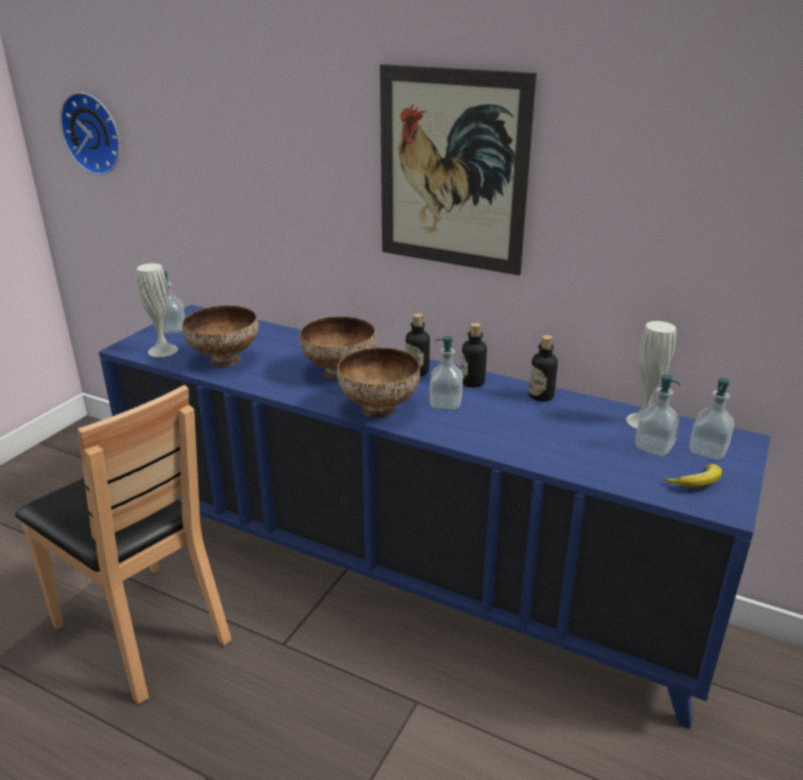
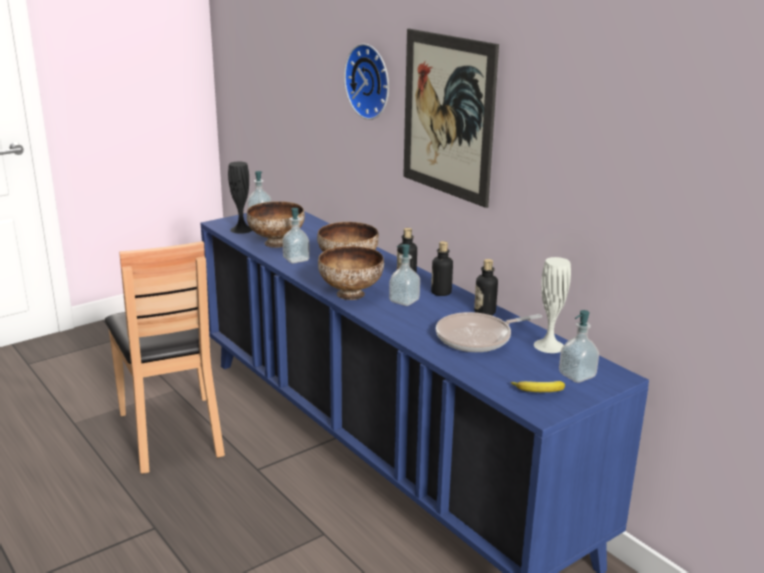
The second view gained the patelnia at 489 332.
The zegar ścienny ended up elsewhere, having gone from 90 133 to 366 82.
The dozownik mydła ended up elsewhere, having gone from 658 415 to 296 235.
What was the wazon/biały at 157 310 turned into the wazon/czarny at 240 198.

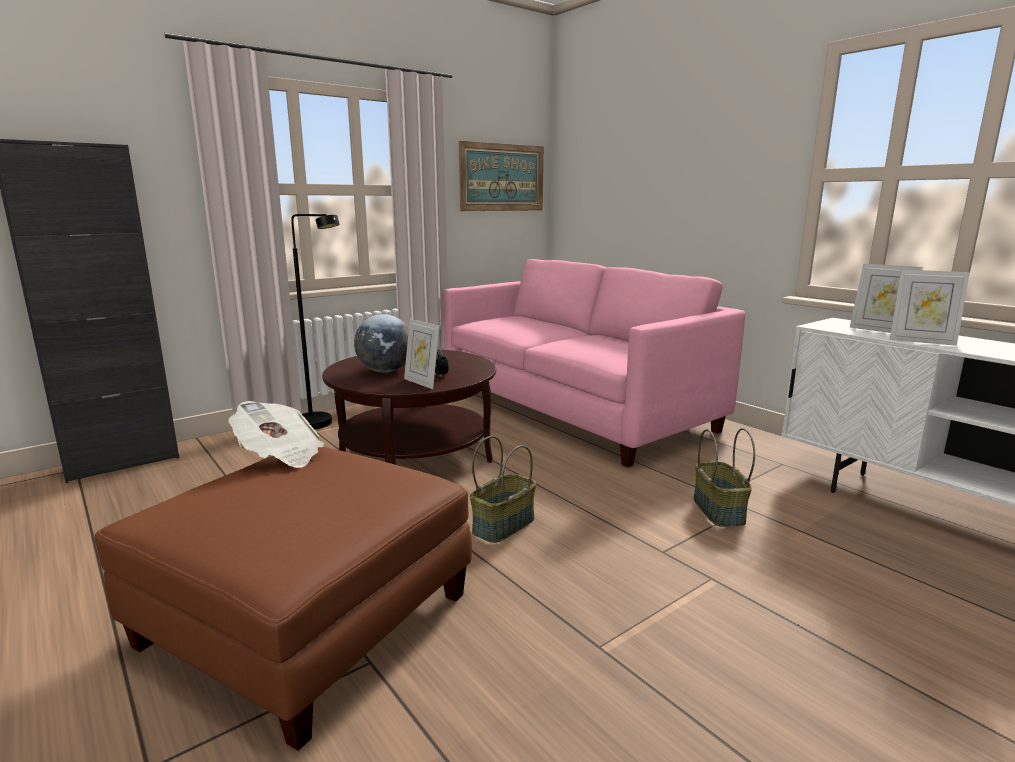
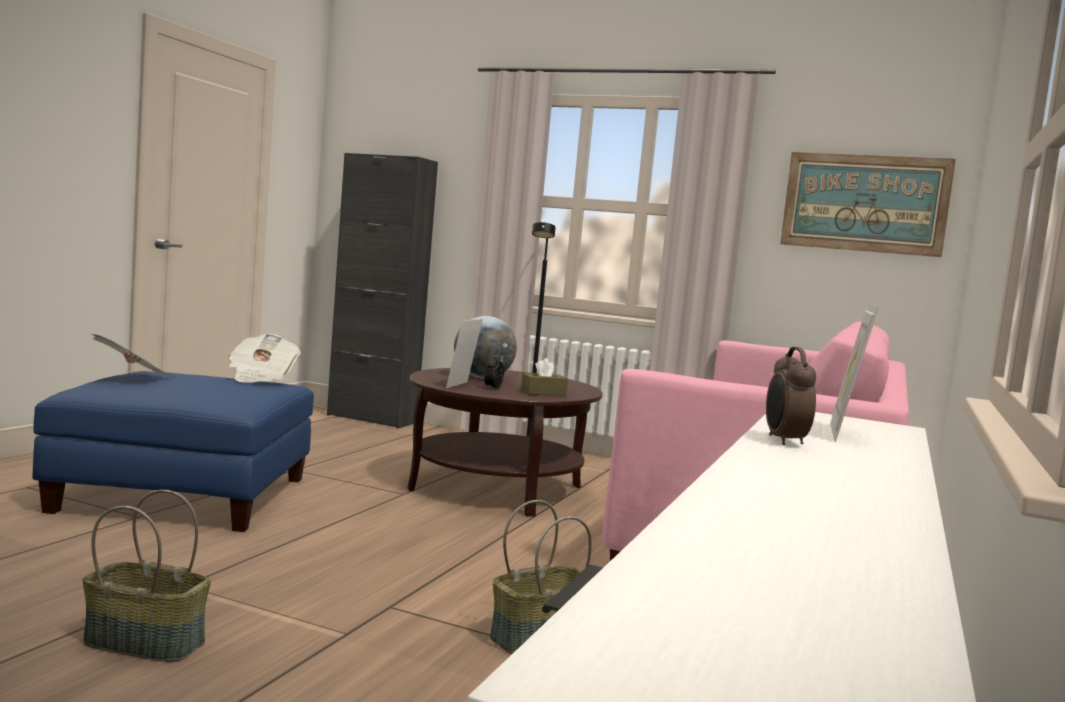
The second view gained the gazeta at 134 356.
The second view gained the pudełko chusteczek/brązowy at 544 377.
The koszyk ended up elsewhere, having gone from 503 489 to 146 576.
Where the ramka na zdjęcie stood at 930 307, the budzik came to stand at 791 396.
What was the pufa/brązowy at 283 598 turned into the pufa/niebieski at 173 451.

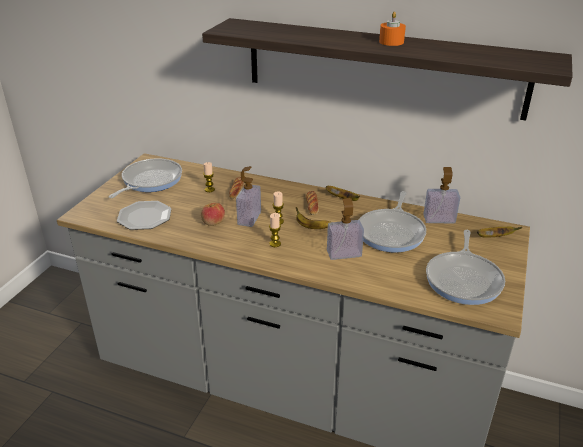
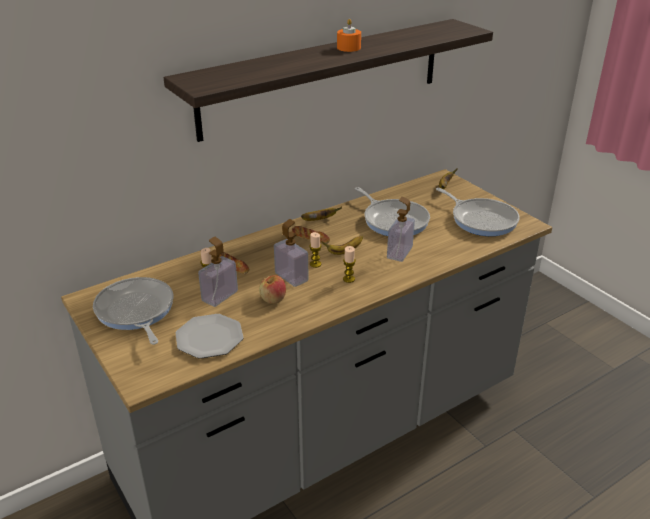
The dozownik mydła ended up elsewhere, having gone from 442 195 to 218 272.

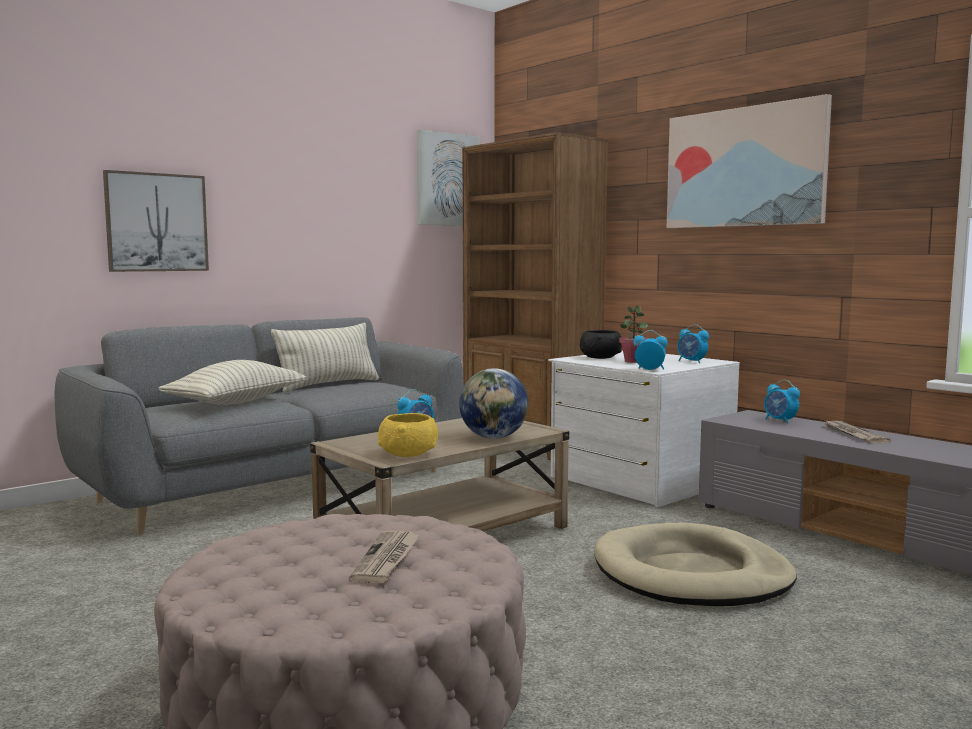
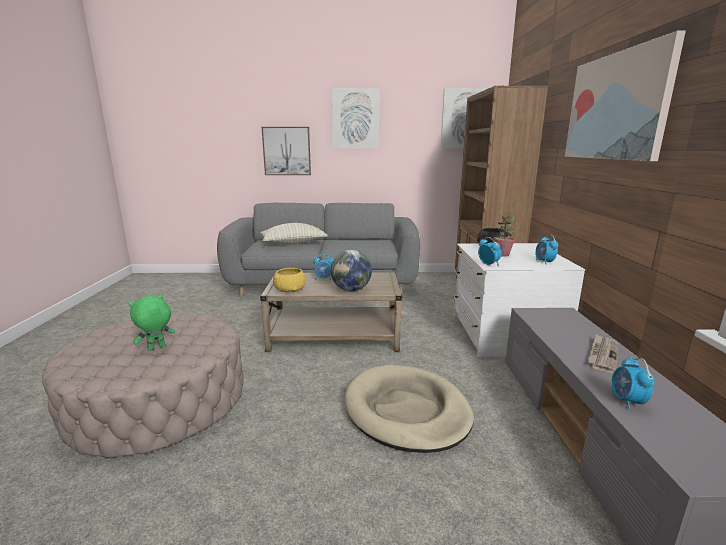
The second view lost the poduszka at 325 358.
The second view gained the obraz at 355 118.
The budzik ended up elsewhere, having gone from 782 402 to 633 383.
Where the gazeta stood at 384 556, the pluszak/zielony came to stand at 151 322.

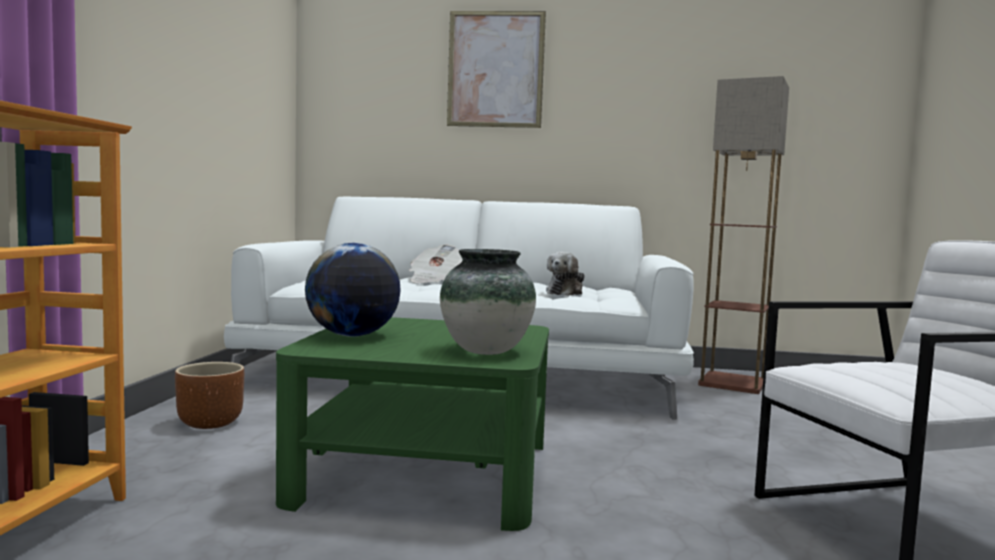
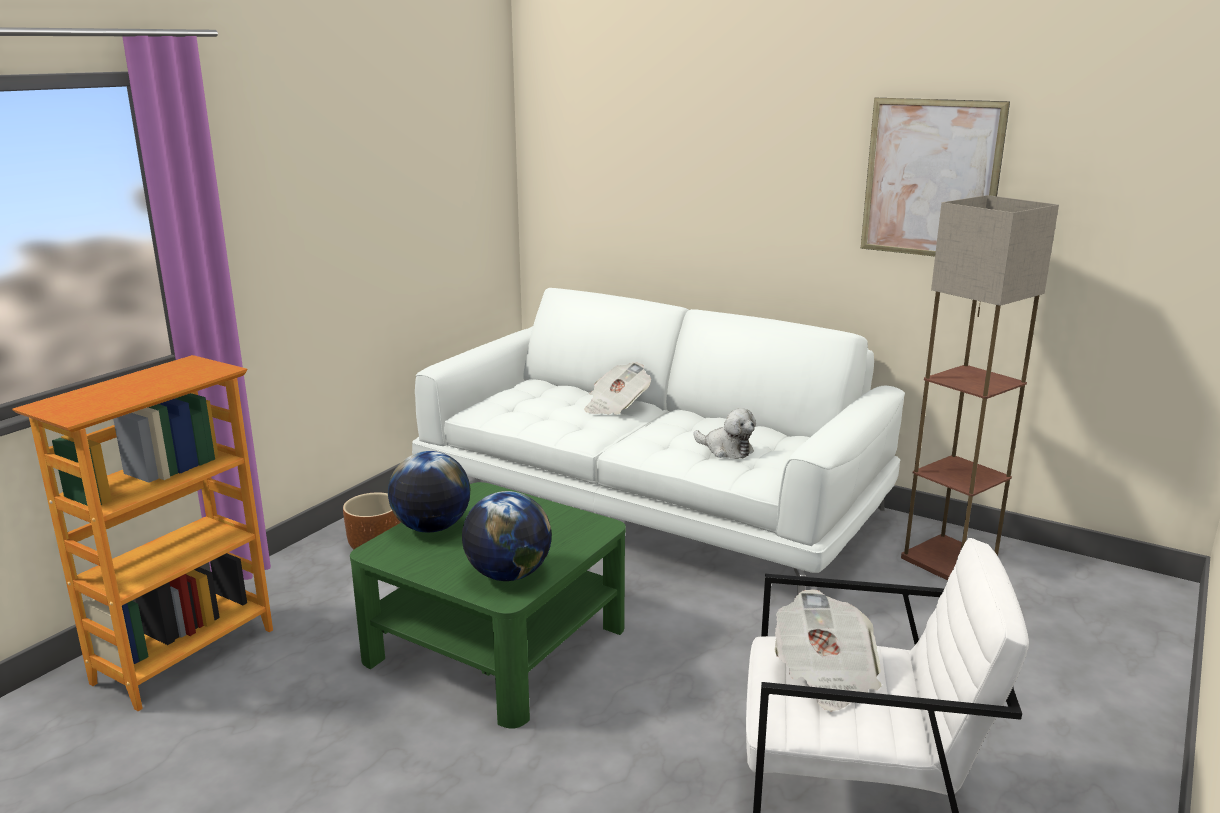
The second view gained the gazeta at 828 650.
The obraz ended up elsewhere, having gone from 496 69 to 935 177.
Where the wazon stood at 488 302, the globus came to stand at 507 536.
The pluszak at 565 274 ended up facing another way, 105 degrees counterclockwise from before.

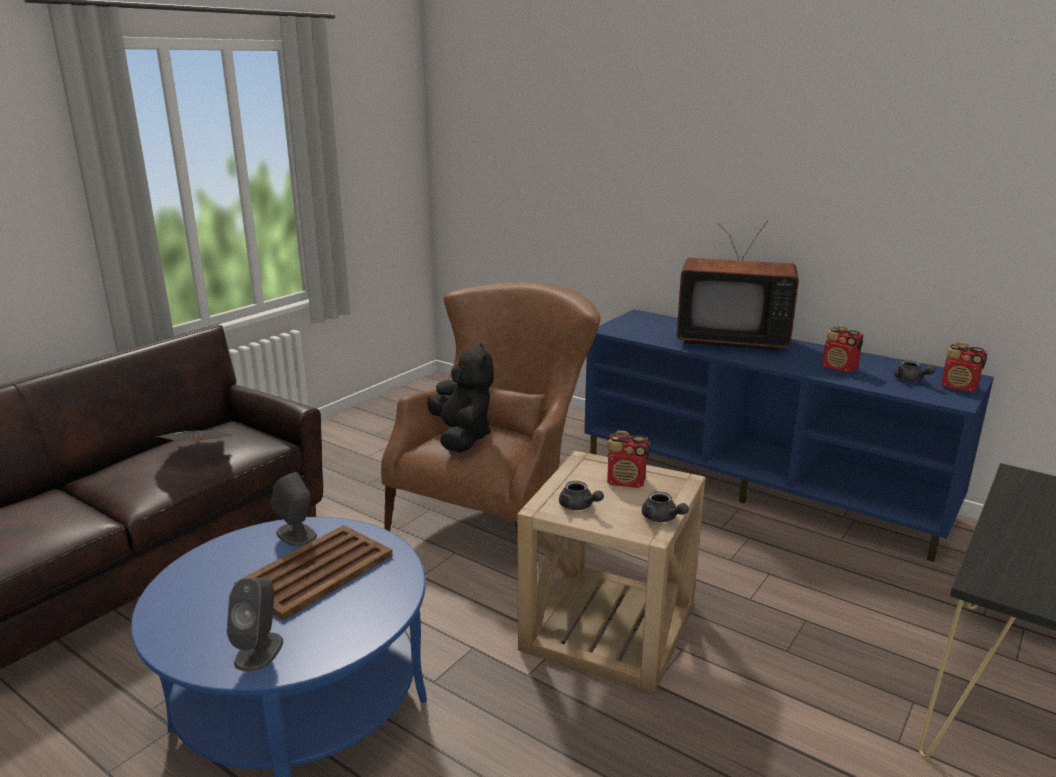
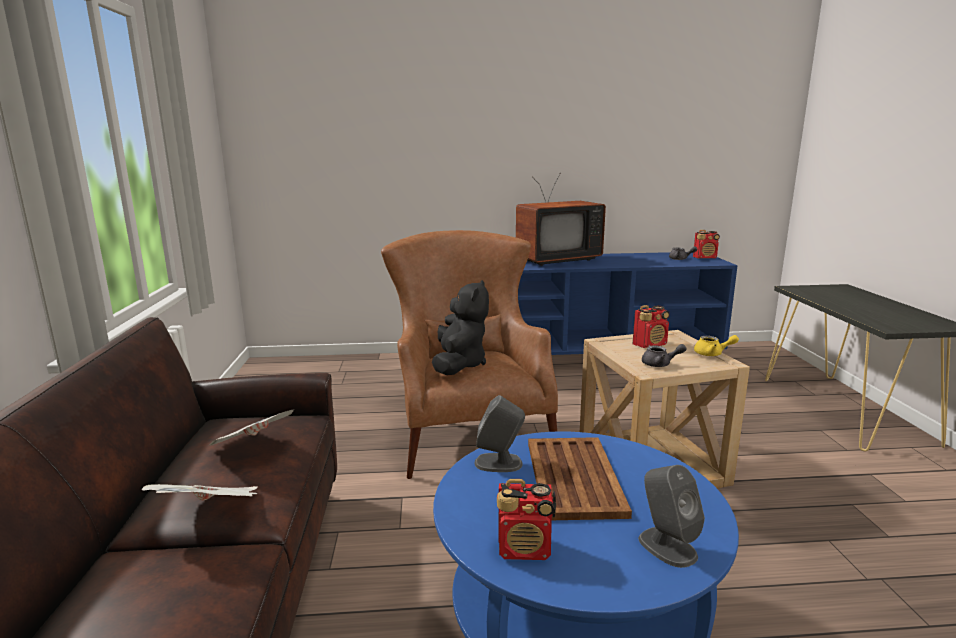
The second view gained the gazeta at 199 492.
The radio ended up elsewhere, having gone from 843 349 to 526 519.
What was the imbryk/szary at 665 506 turned into the imbryk/żółty at 716 345.
The pluszak/czarny at 460 398 ended up facing another way, 60 degrees clockwise from before.

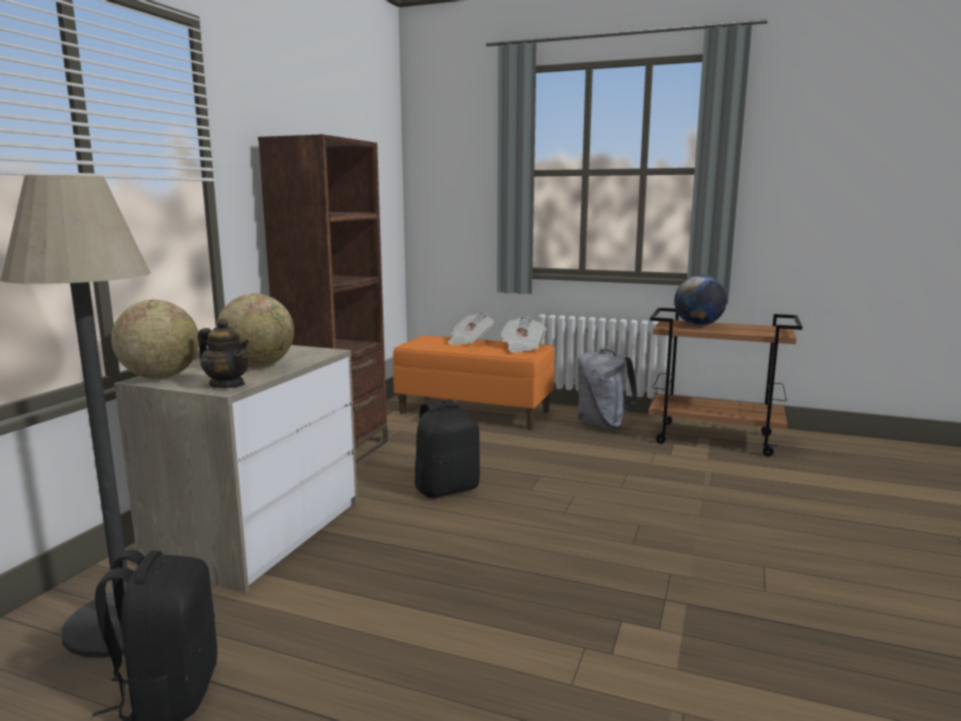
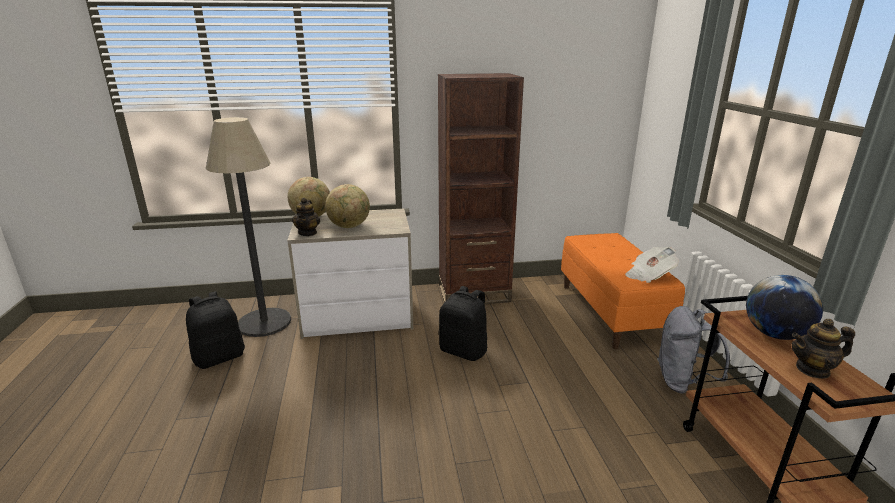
The second view lost the gazeta at 471 328.
The second view gained the imbryk at 823 349.

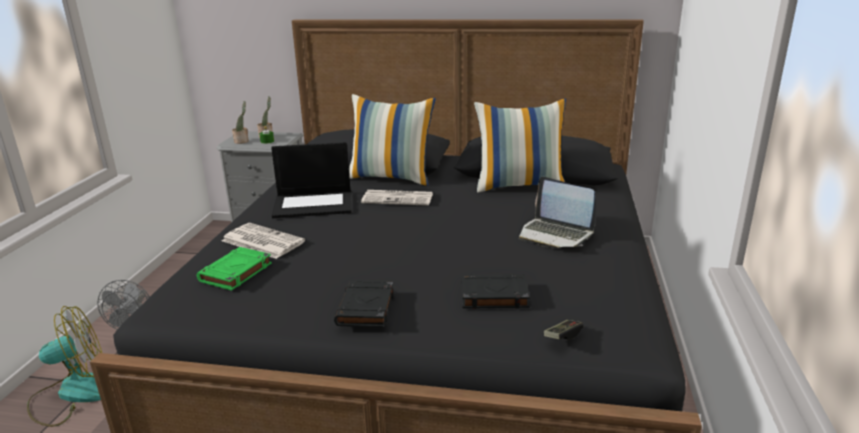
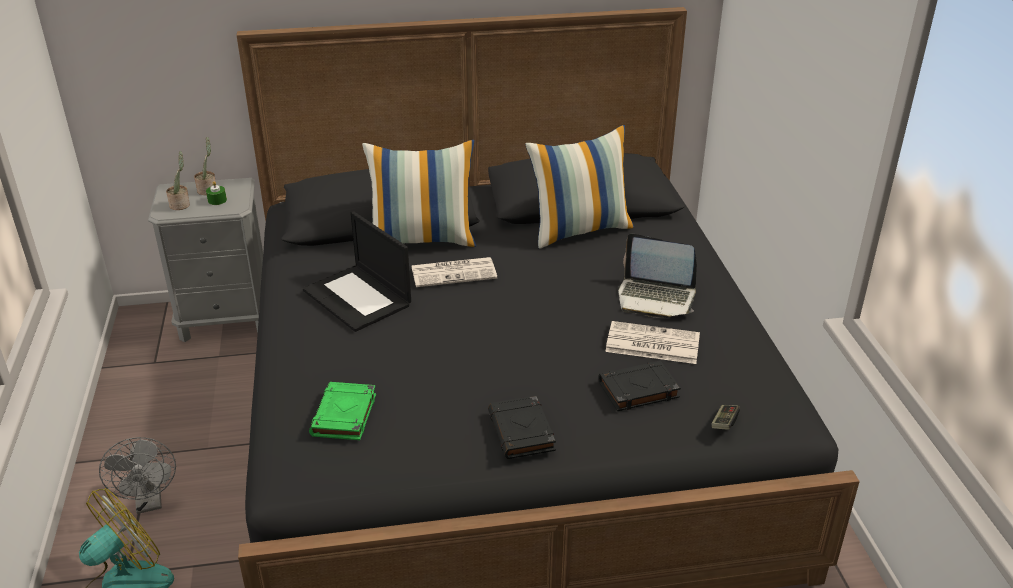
The gazeta ended up elsewhere, having gone from 263 241 to 652 342.
The laptop at 311 180 ended up facing another way, 75 degrees clockwise from before.

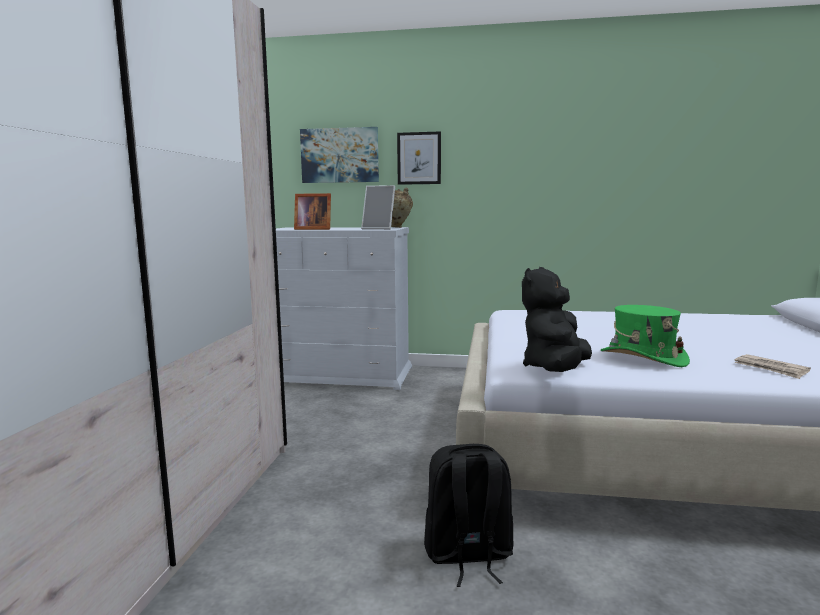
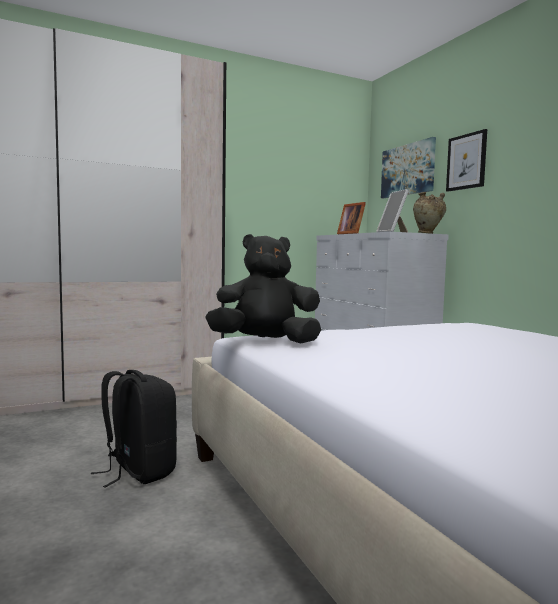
The second view lost the kapelusz/zielony at 645 336.
The second view lost the gazeta at 773 366.

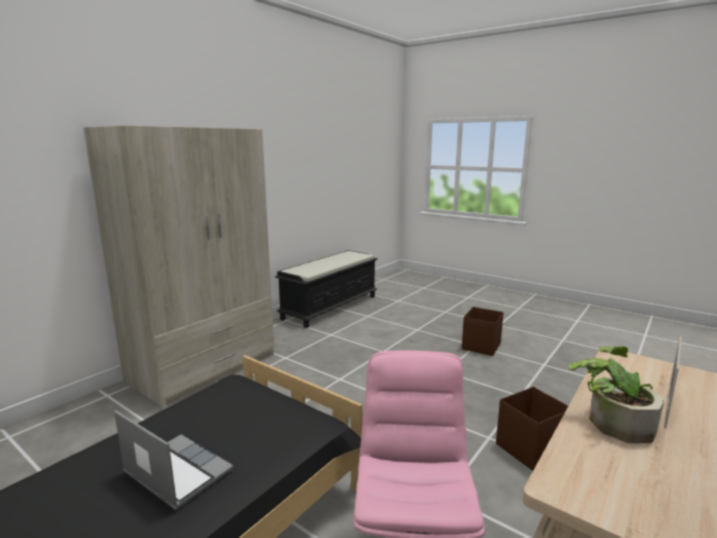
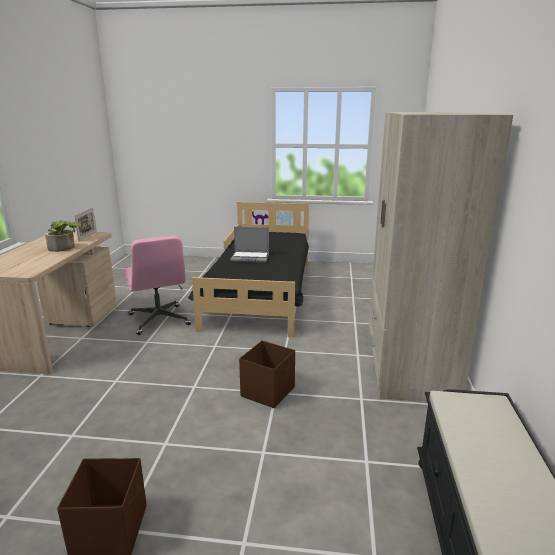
The pojemnik do przechowywania/brązowy ended up elsewhere, having gone from 532 429 to 267 374.
The ramka na zdjęcie ended up elsewhere, having gone from 673 382 to 85 225.

